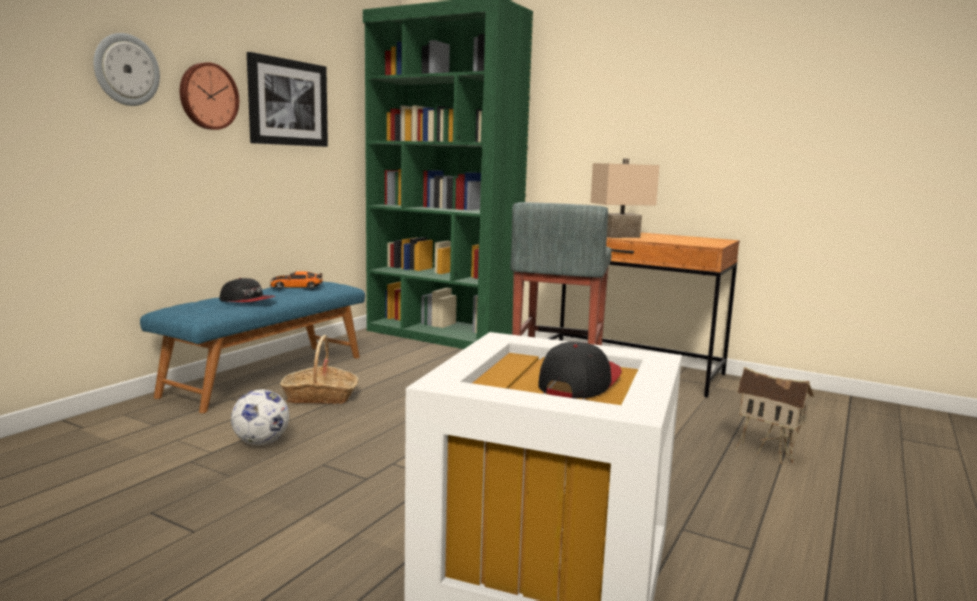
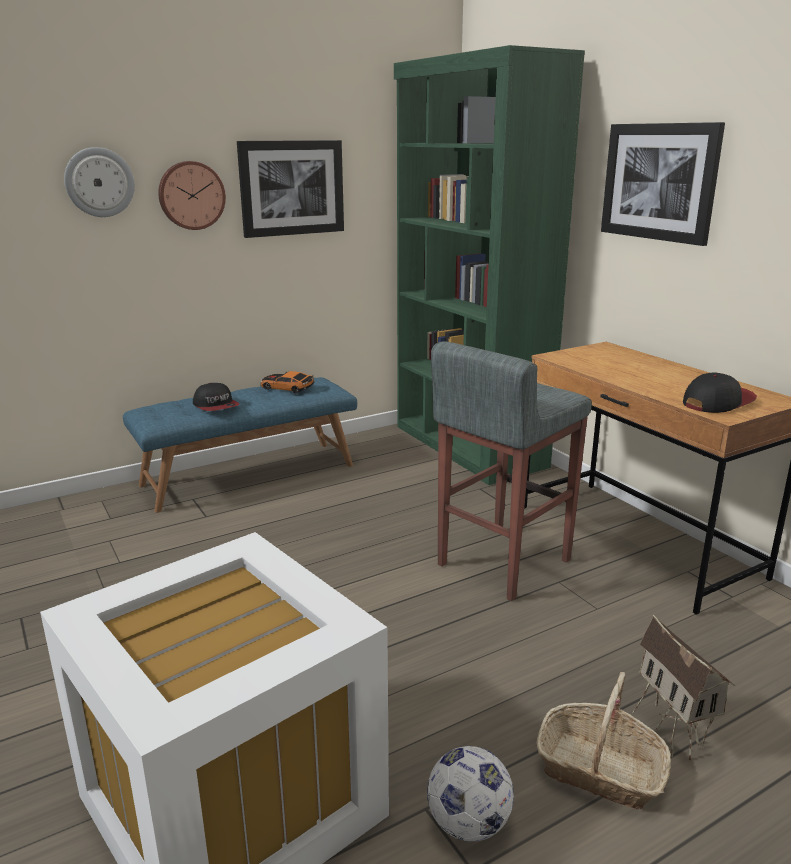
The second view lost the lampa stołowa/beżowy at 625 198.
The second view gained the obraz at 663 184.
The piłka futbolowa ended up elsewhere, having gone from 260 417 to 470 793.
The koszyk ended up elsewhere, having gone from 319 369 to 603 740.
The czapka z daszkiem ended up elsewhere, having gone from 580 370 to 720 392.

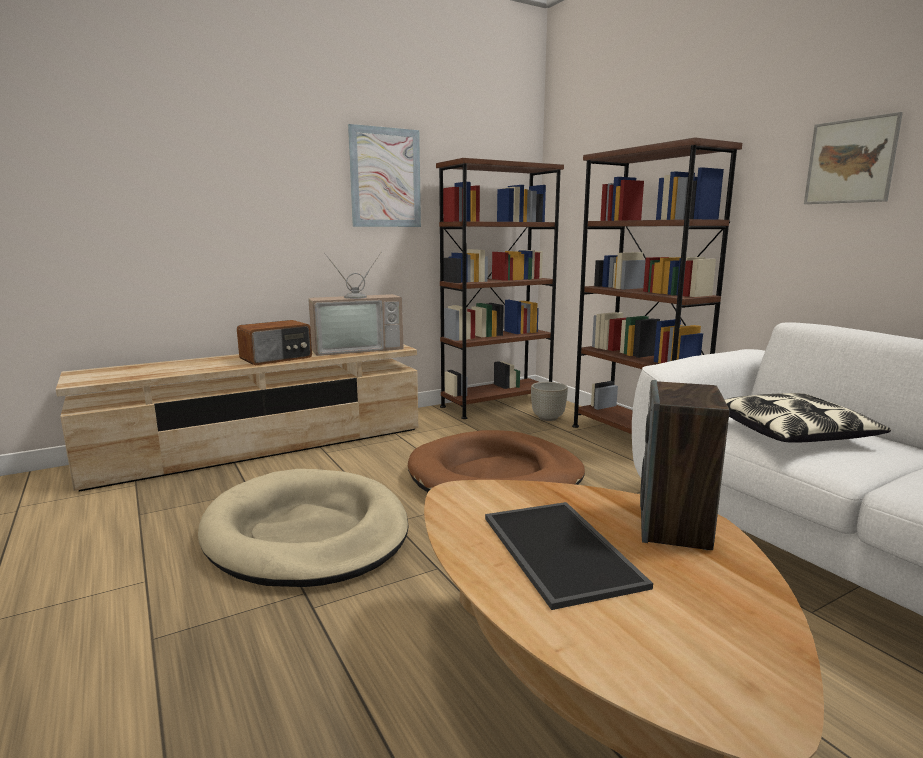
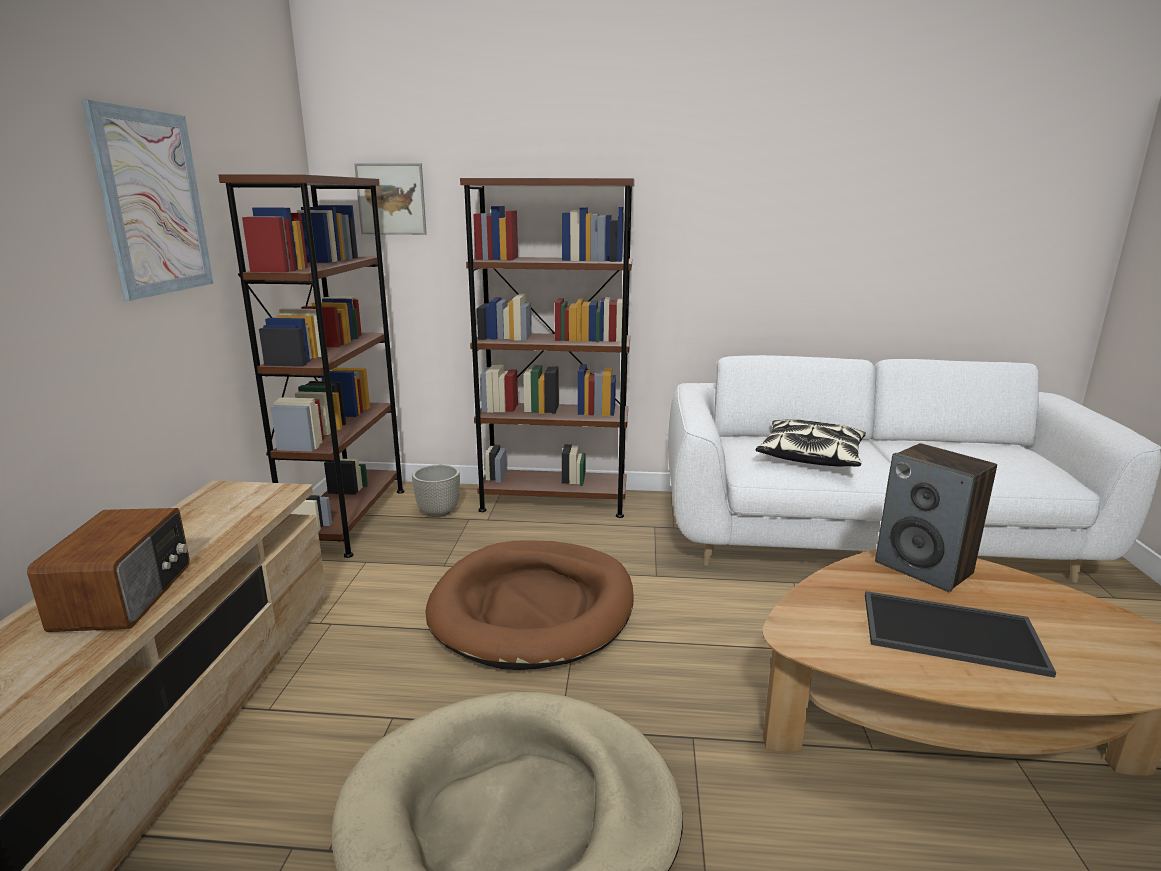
The second view lost the telewizor at 355 304.
The obraz ended up elsewhere, having gone from 853 158 to 390 199.

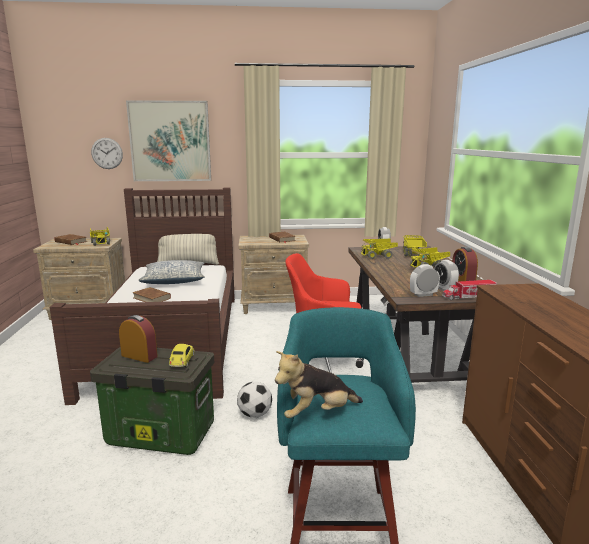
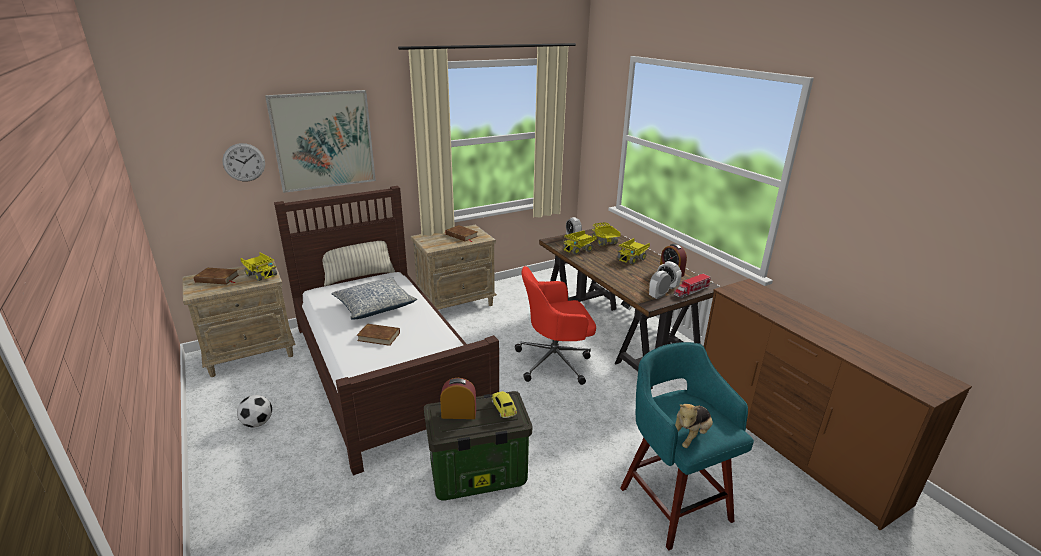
The piłka futbolowa ended up elsewhere, having gone from 254 400 to 254 411.

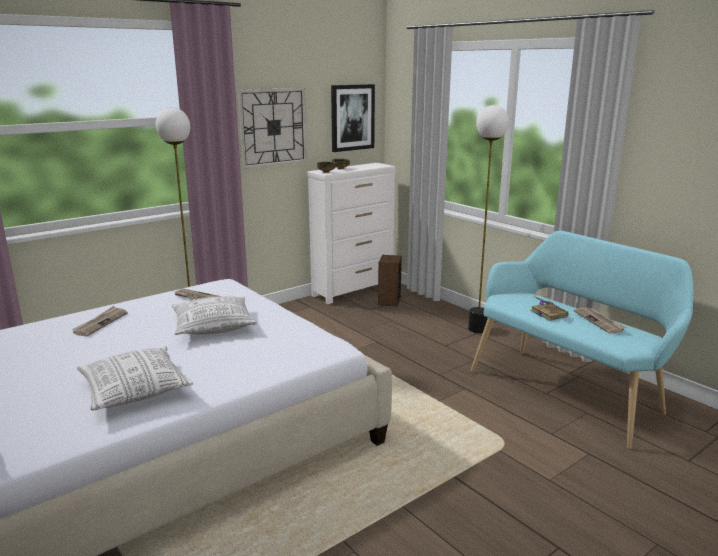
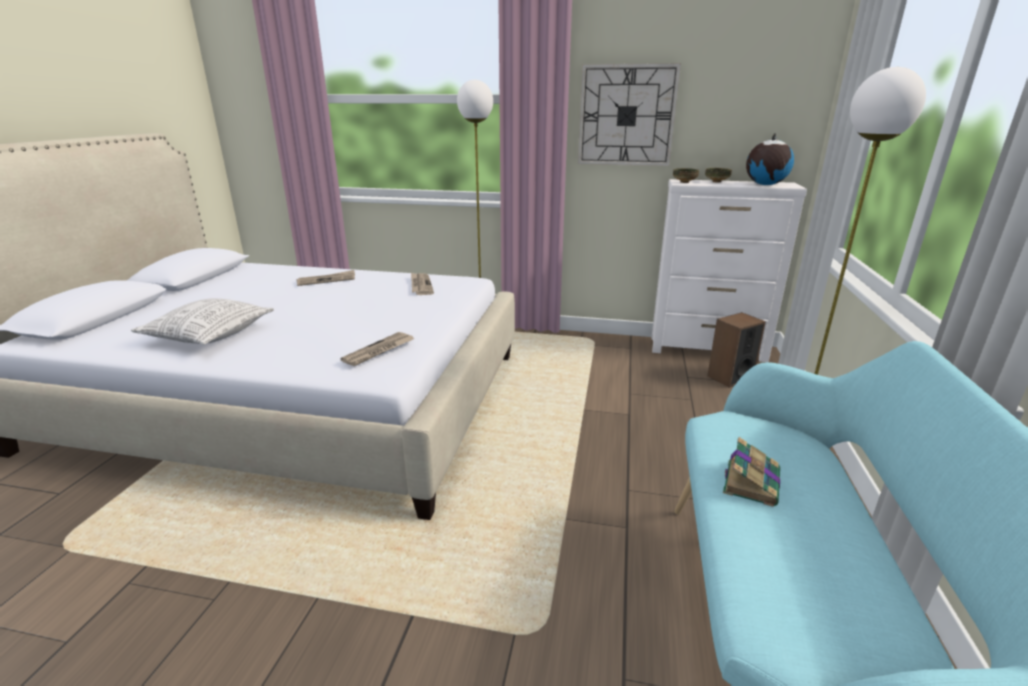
The second view lost the poduszka at 214 315.
The second view lost the obraz at 353 118.
The second view gained the globus at 770 159.
The gazeta ended up elsewhere, having gone from 600 321 to 377 349.

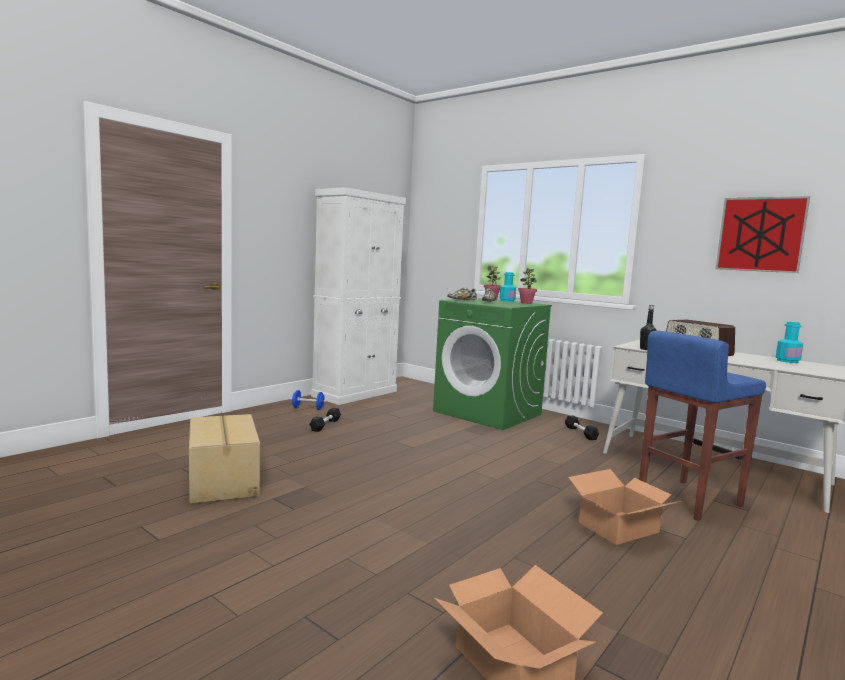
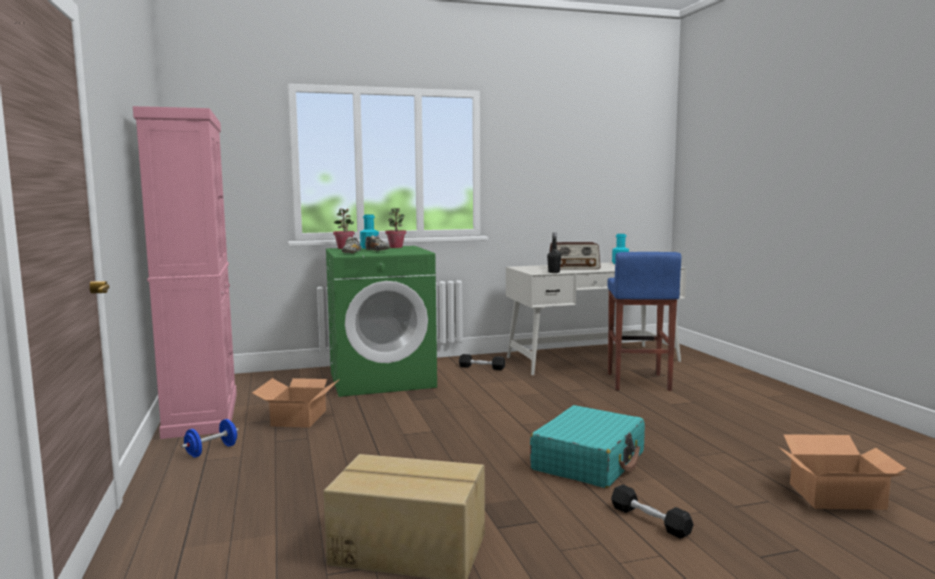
The second view lost the obraz at 763 234.
The second view gained the walizka/turkusowy at 587 446.
The hantel/czarny ended up elsewhere, having gone from 325 420 to 652 511.
The karton ended up elsewhere, having gone from 624 507 to 296 403.
What was the szafka/biały at 358 296 turned into the szafka/różowy at 185 272.

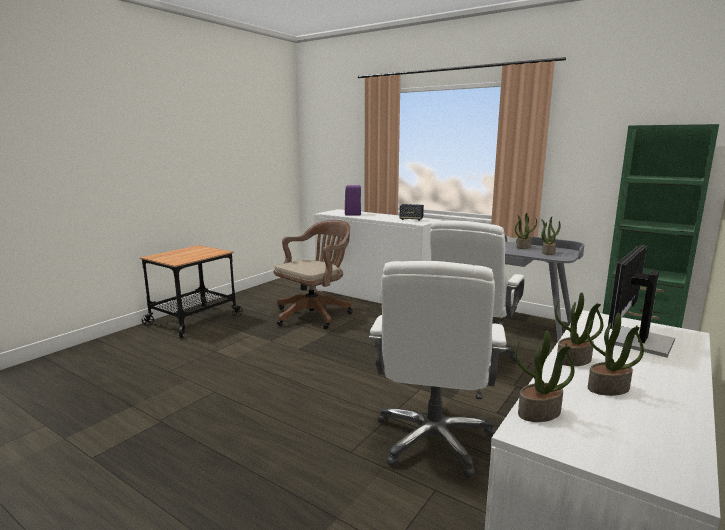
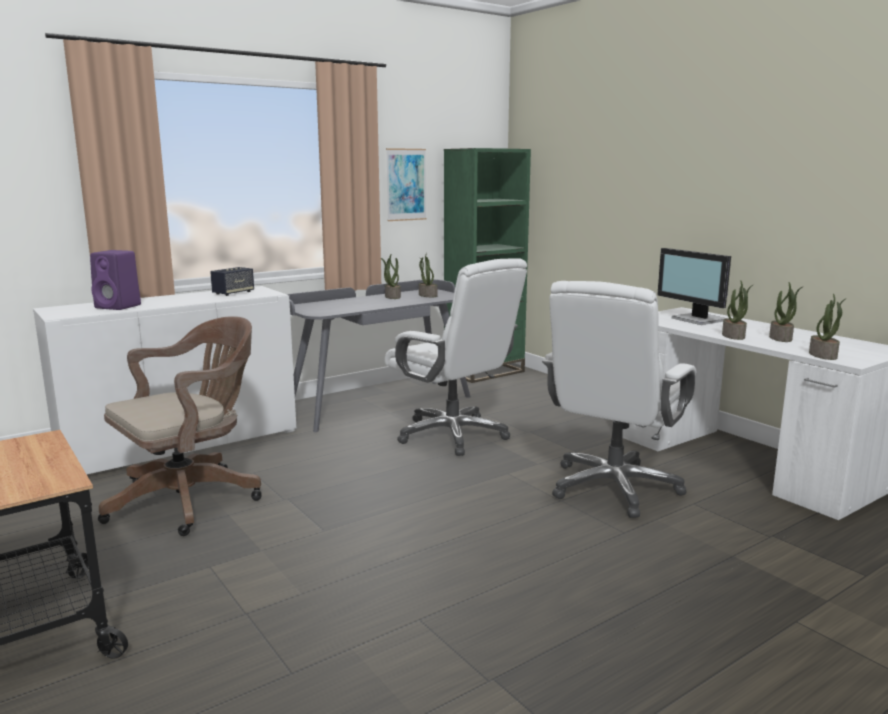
The second view gained the obraz at 406 184.
The krzesło biurowe/brązowy at 313 274 ended up facing another way, 75 degrees clockwise from before.
The krzesło biurowe/biały at 438 369 ended up facing another way, 90 degrees clockwise from before.

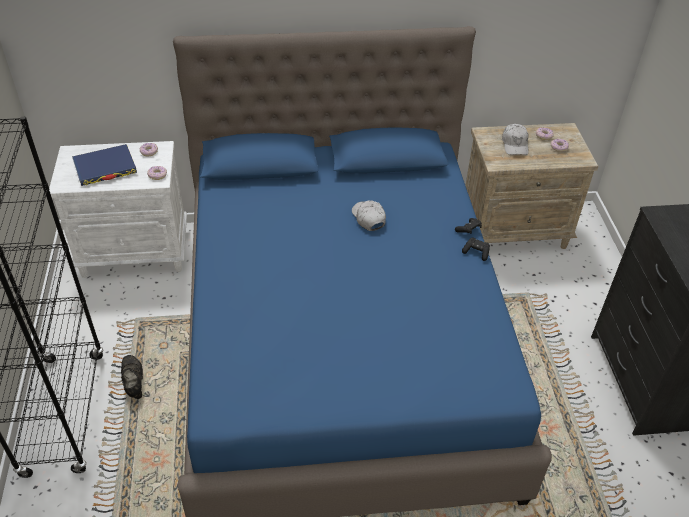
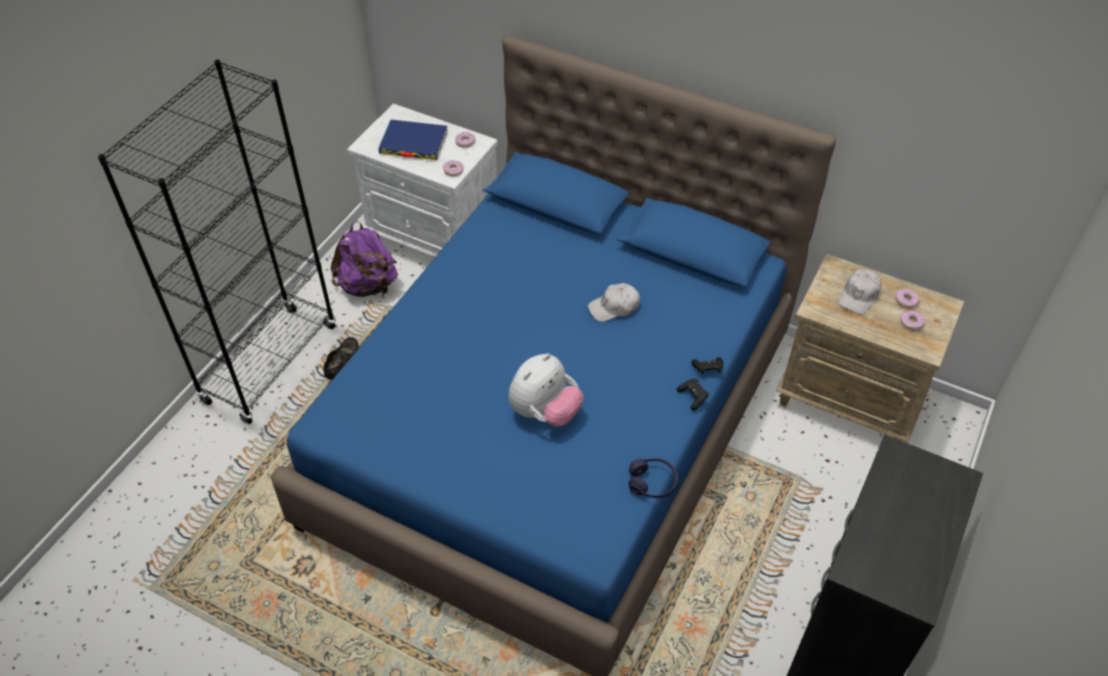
The second view gained the plecak/fioletowy at 364 258.
The second view gained the pluszak at 546 390.
The second view gained the słuchawki/fioletowy at 653 478.
The czapka z daszkiem/biały at 369 215 ended up facing another way, 120 degrees counterclockwise from before.

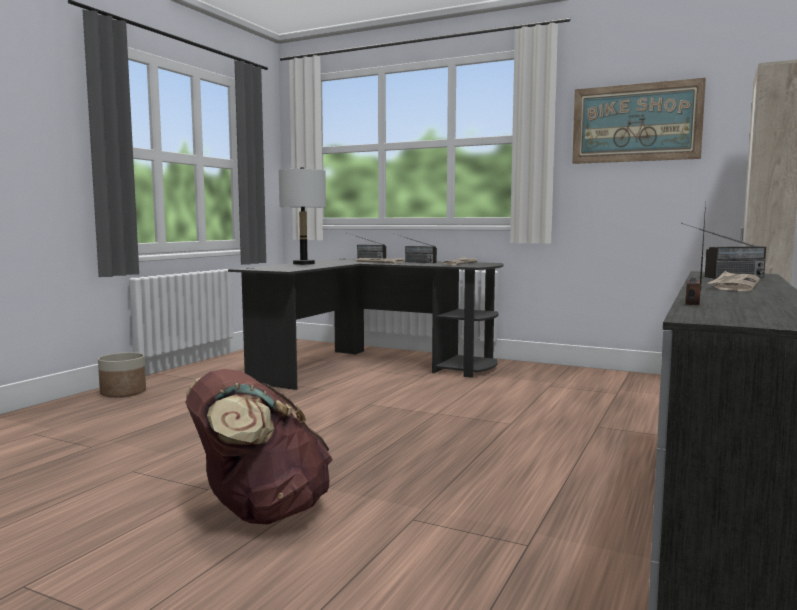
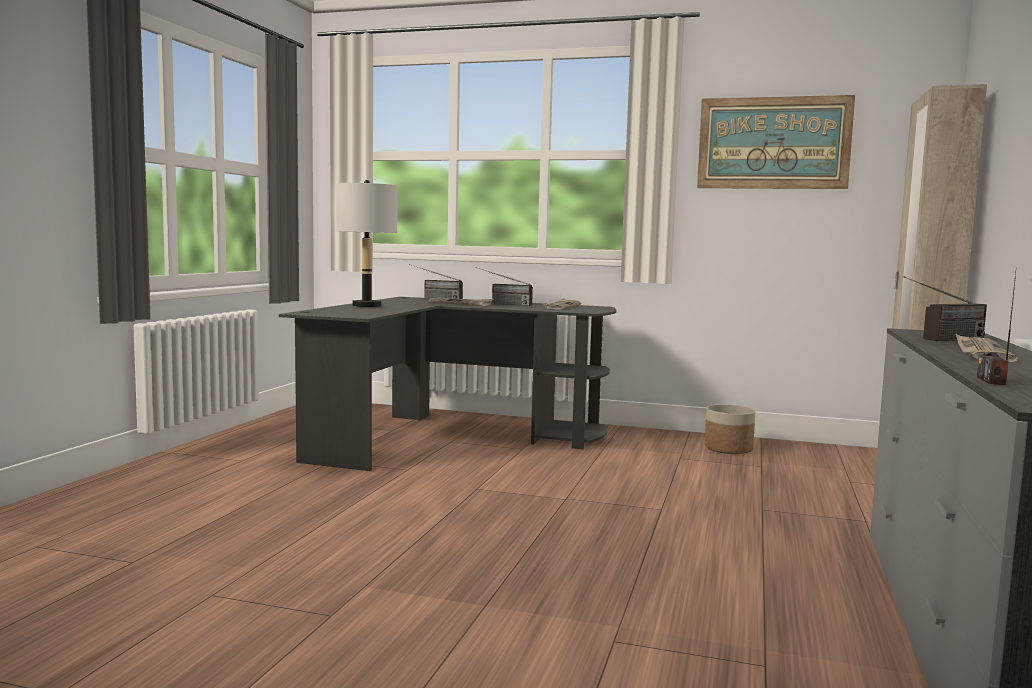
The second view lost the plecak/brązowy at 259 447.
The donica ended up elsewhere, having gone from 122 375 to 730 429.

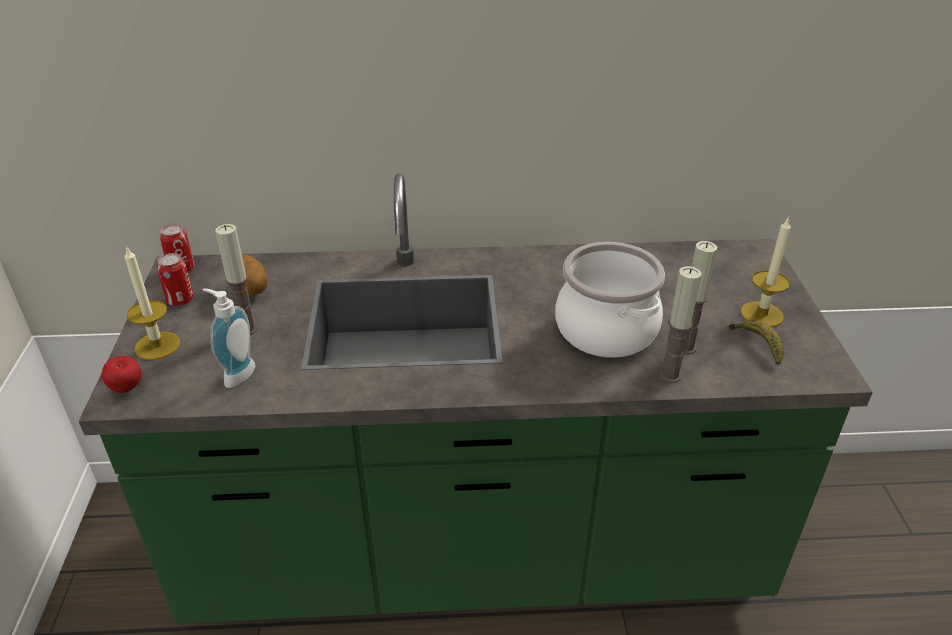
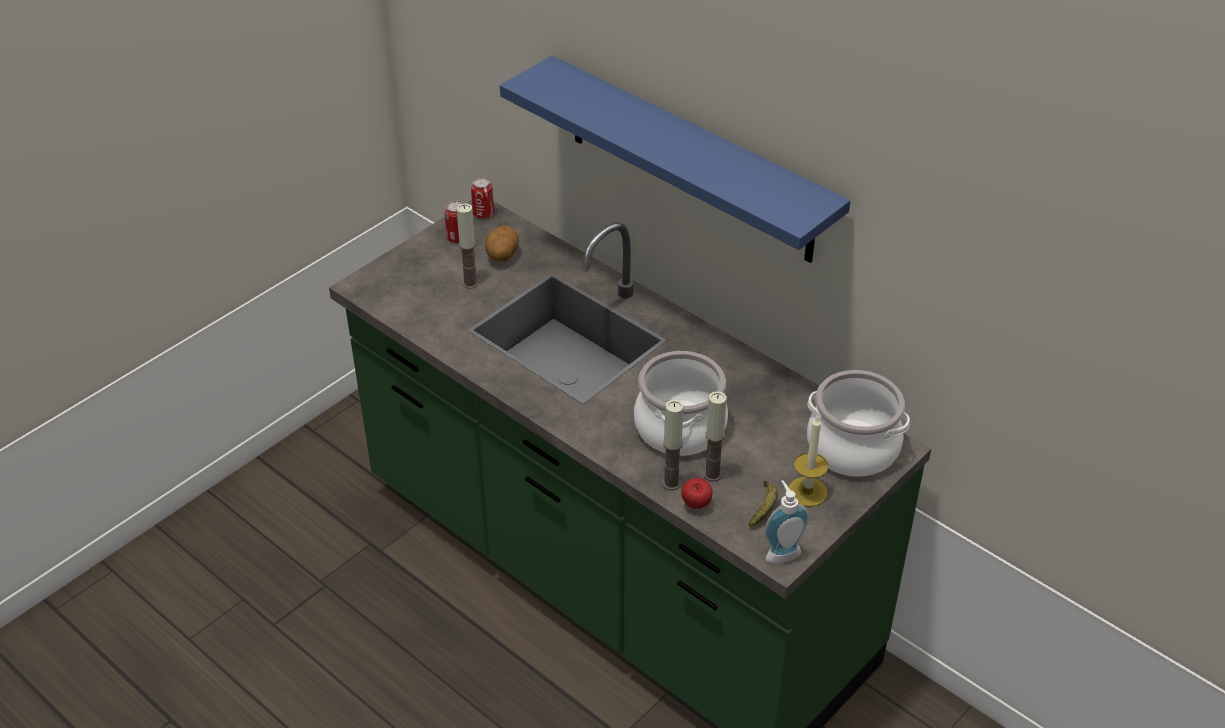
The second view lost the świeca at 152 303.
The second view gained the półka/niebieski at 675 159.
The second view gained the garnek at 858 423.
The jabłko ended up elsewhere, having gone from 122 374 to 696 493.
The dozownik mydła ended up elsewhere, having gone from 229 338 to 787 521.

